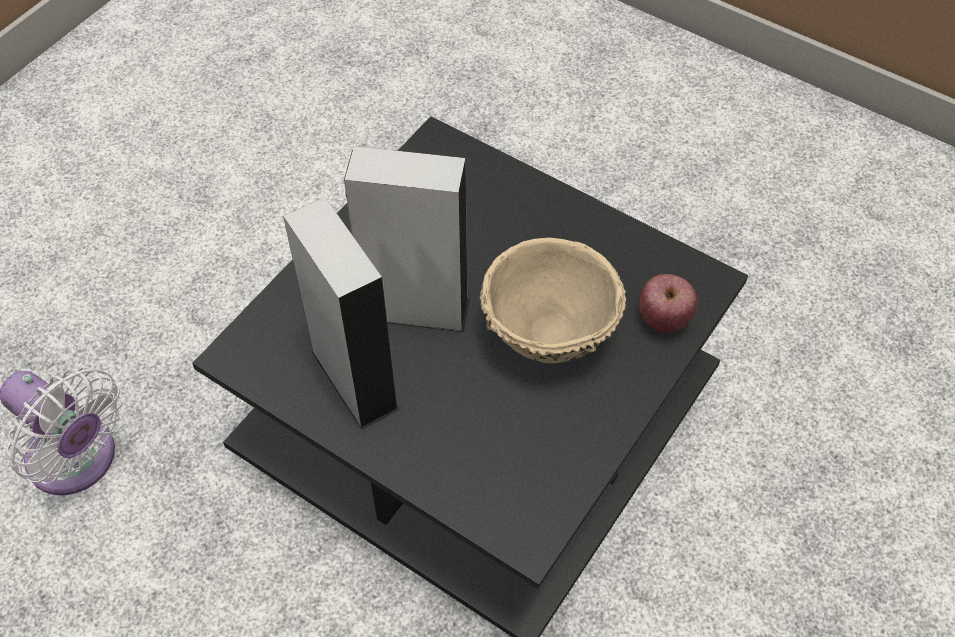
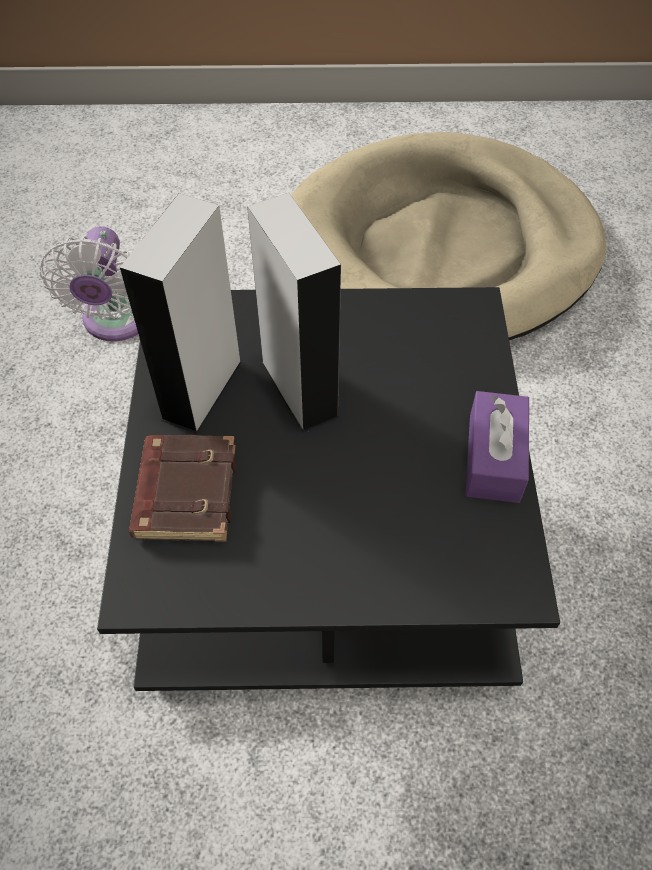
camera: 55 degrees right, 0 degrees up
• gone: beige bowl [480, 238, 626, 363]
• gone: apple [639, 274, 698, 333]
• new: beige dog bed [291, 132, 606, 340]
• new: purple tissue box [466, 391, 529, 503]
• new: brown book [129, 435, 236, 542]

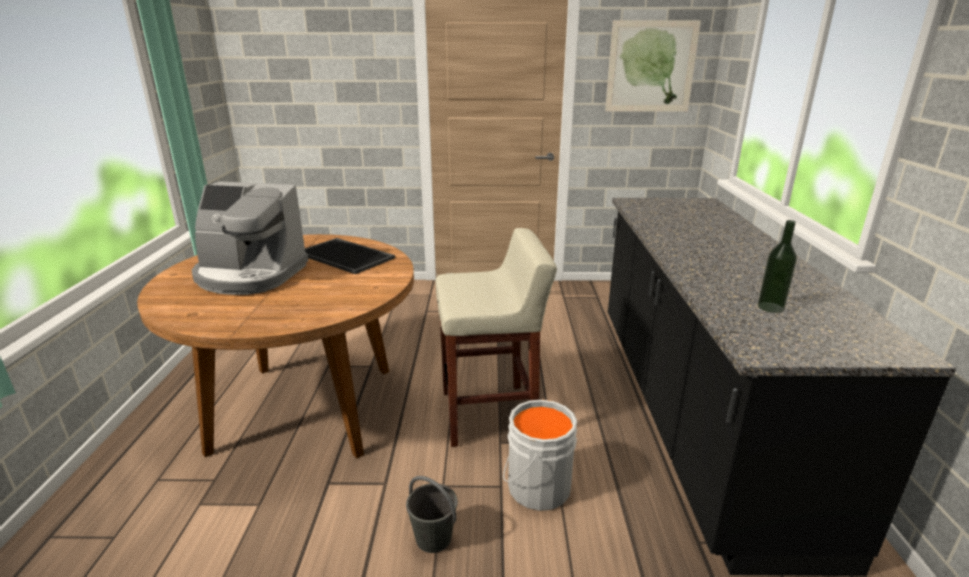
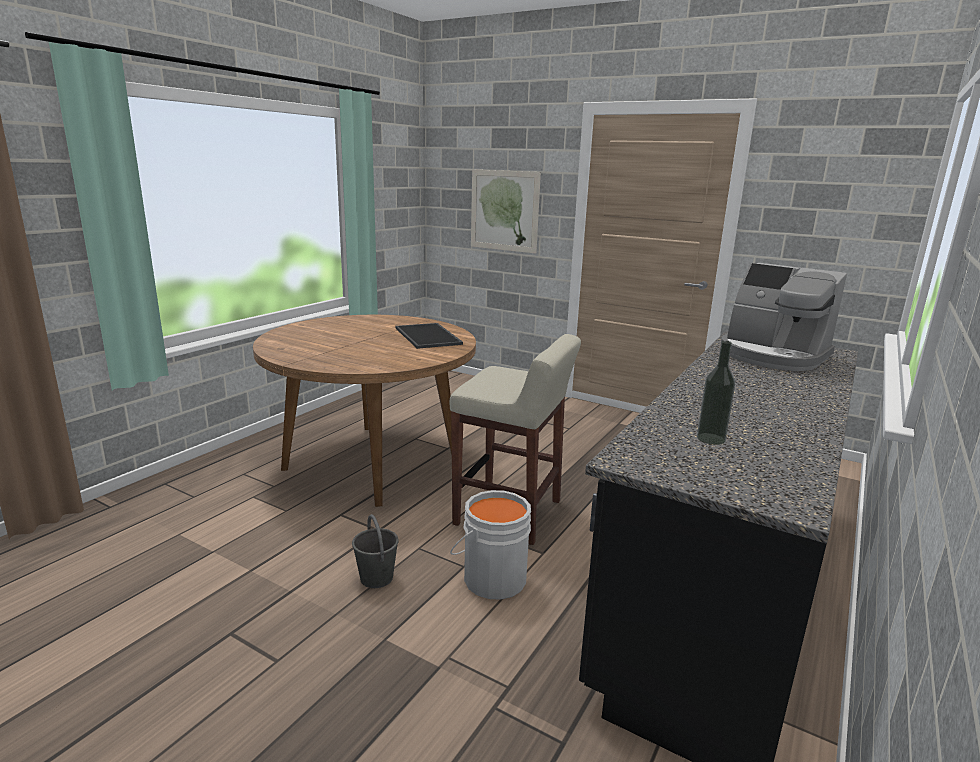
camera: 30 degrees right, 5 degrees down
• shifted: picture [605, 20, 701, 112] to [471, 170, 541, 254]
• shifted: coffee machine [192, 182, 309, 295] to [721, 263, 847, 371]

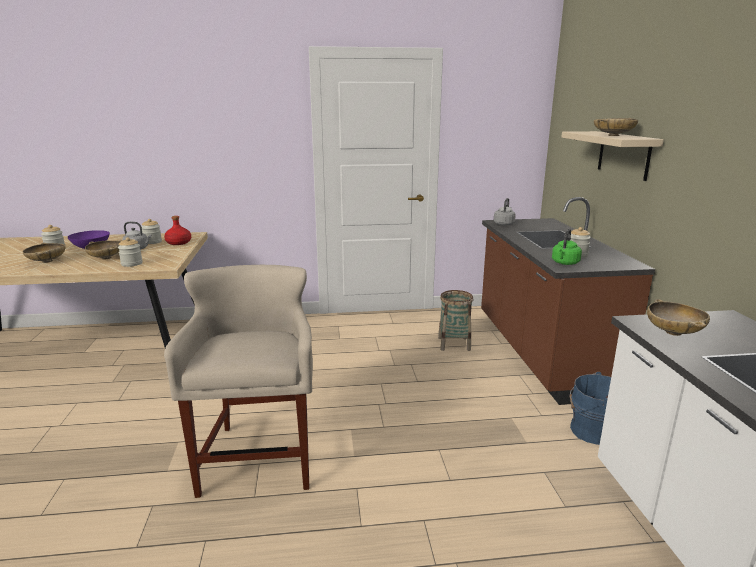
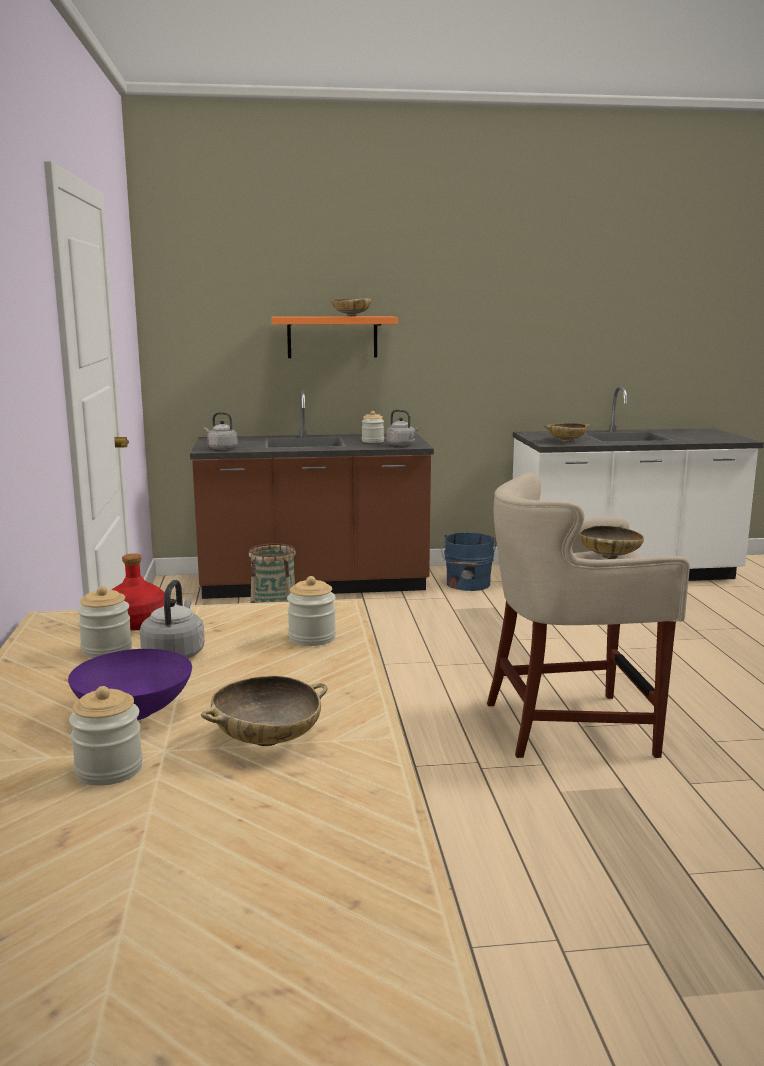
camera: 90 degrees left, 5 degrees down
• repainted: beige shelf [561, 131, 664, 181] to orange shelf [271, 316, 398, 358]
• repainted: green kettle [552, 229, 582, 265] to grey kettle [387, 409, 420, 446]
• shifted: beige bowl [85, 240, 121, 259] to [579, 525, 644, 559]

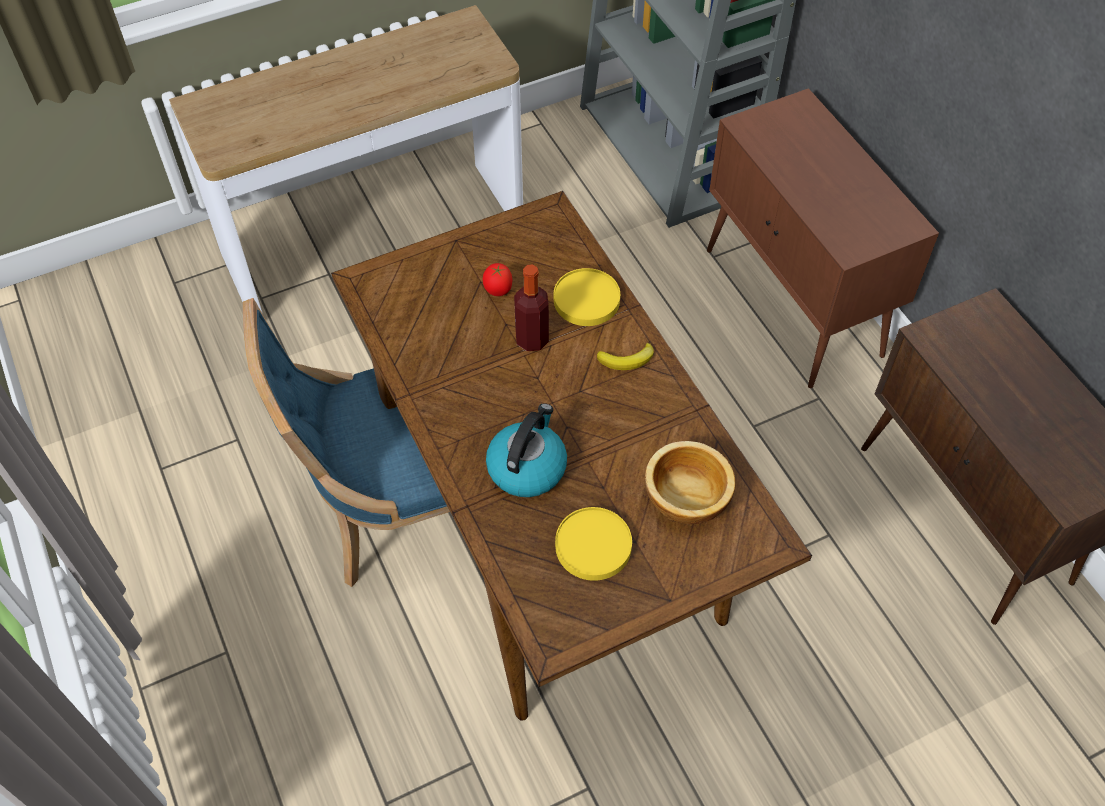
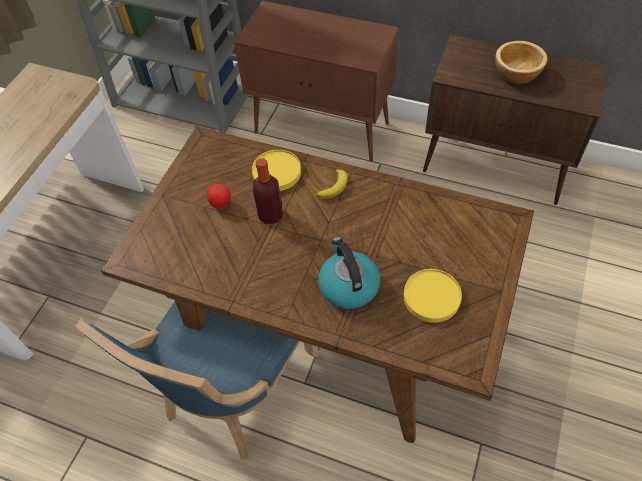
camera: 40 degrees left, 0 degrees up
• shifted: bowl [645, 441, 736, 524] to [495, 41, 548, 84]

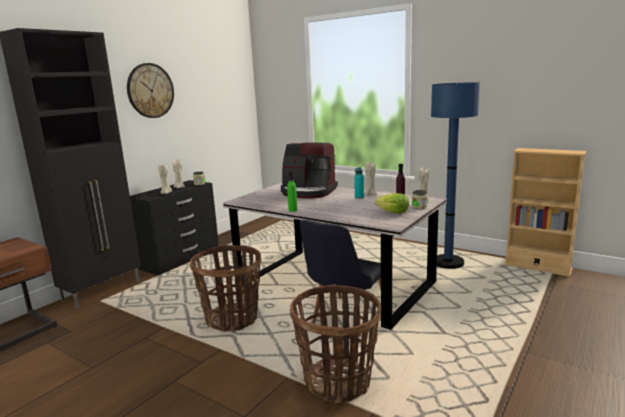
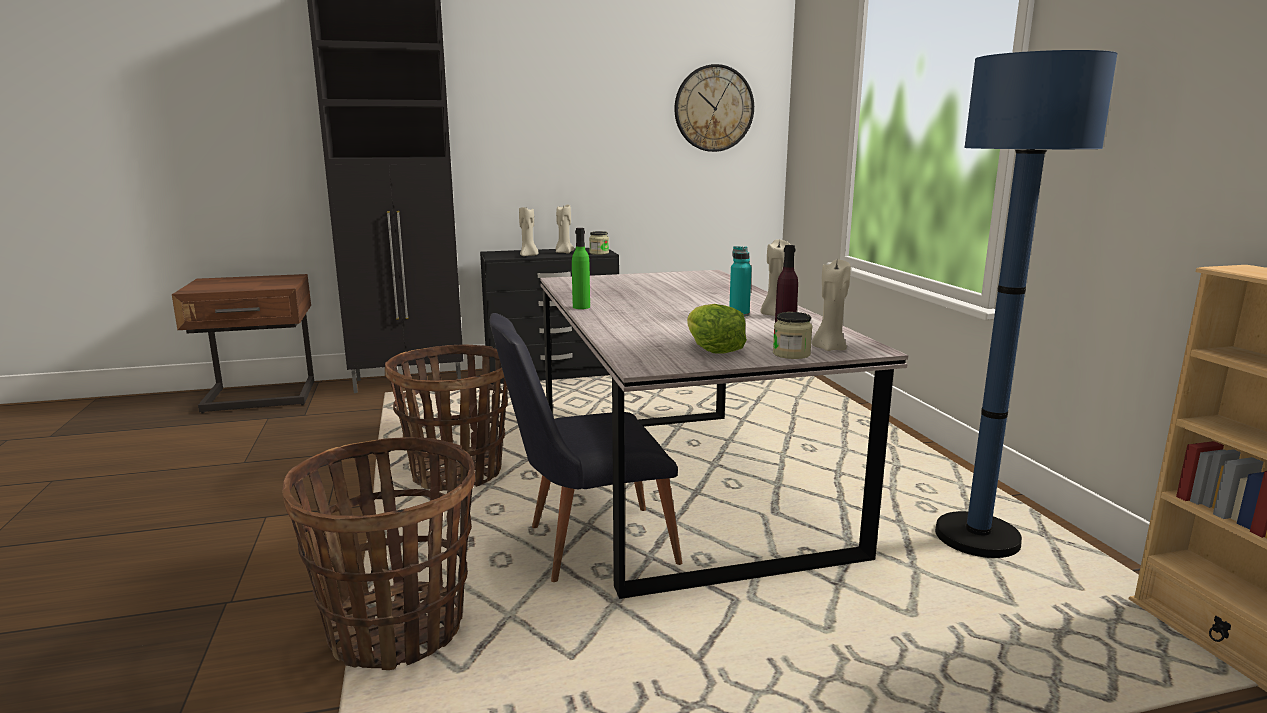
camera: 40 degrees right, 0 degrees up
• shifted: wall clock [127, 63, 174, 118] to [675, 64, 754, 152]
• gone: coffee machine [281, 143, 338, 198]

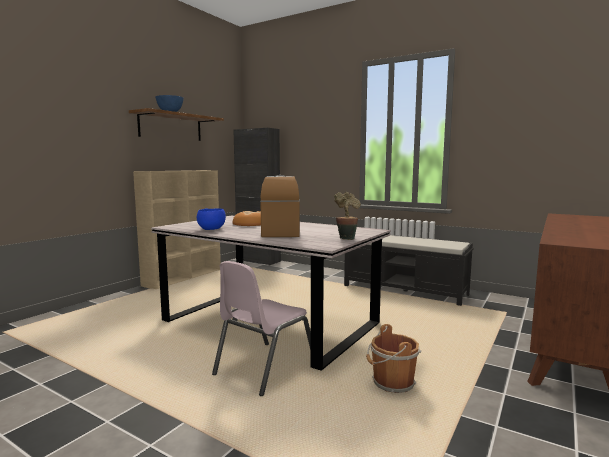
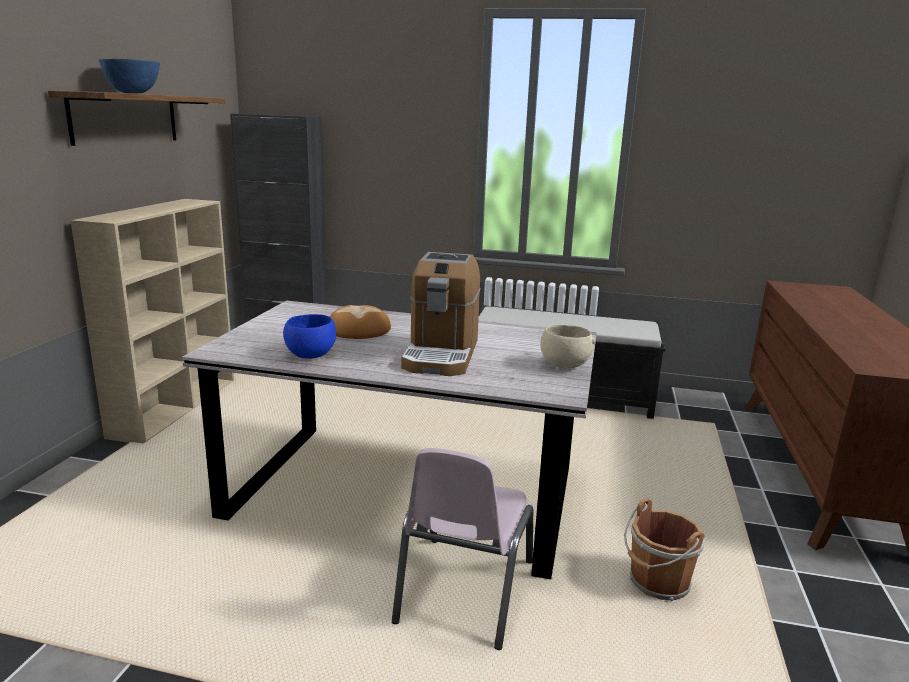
camera: 20 degrees left, 10 degrees up
• rotated: coffee machine [260, 175, 300, 237] = [401, 252, 480, 376] 150 degrees counterclockwise
• swapped: potted plant [334, 192, 361, 240] to beige bowl [540, 325, 595, 369]

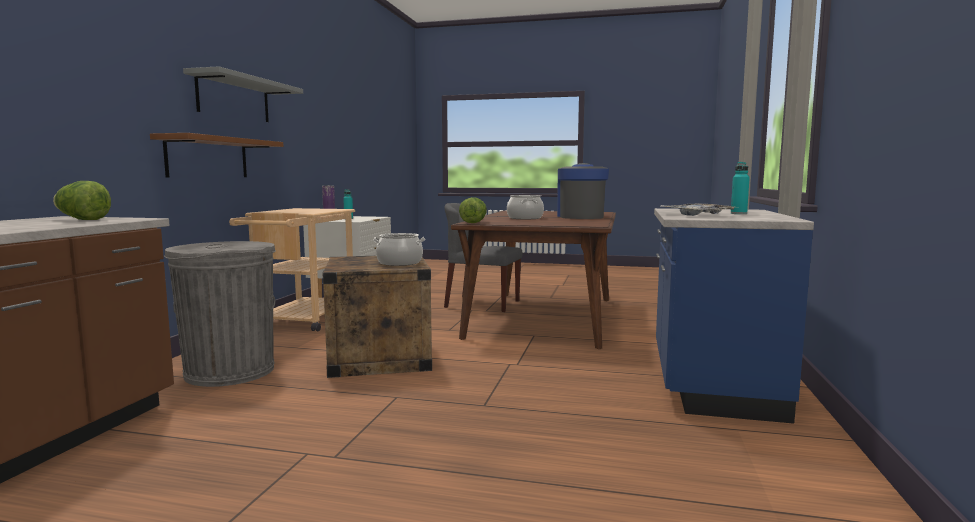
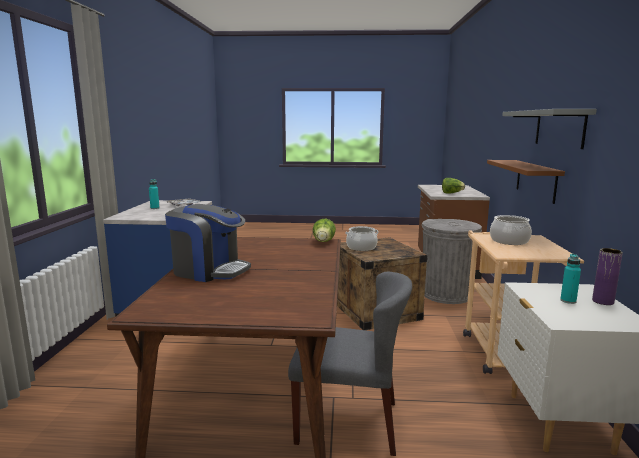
camera: 170 degrees right, 5 degrees up
• rotated: coffee machine [557, 163, 609, 219] = [165, 204, 251, 282] 60 degrees counterclockwise
• shifted: cooking pot [507, 195, 544, 219] to [490, 215, 532, 245]

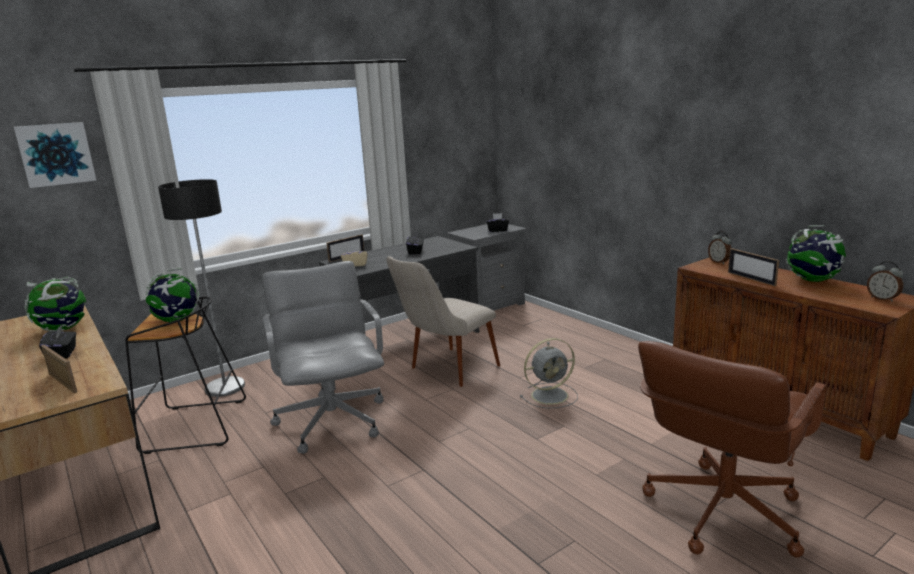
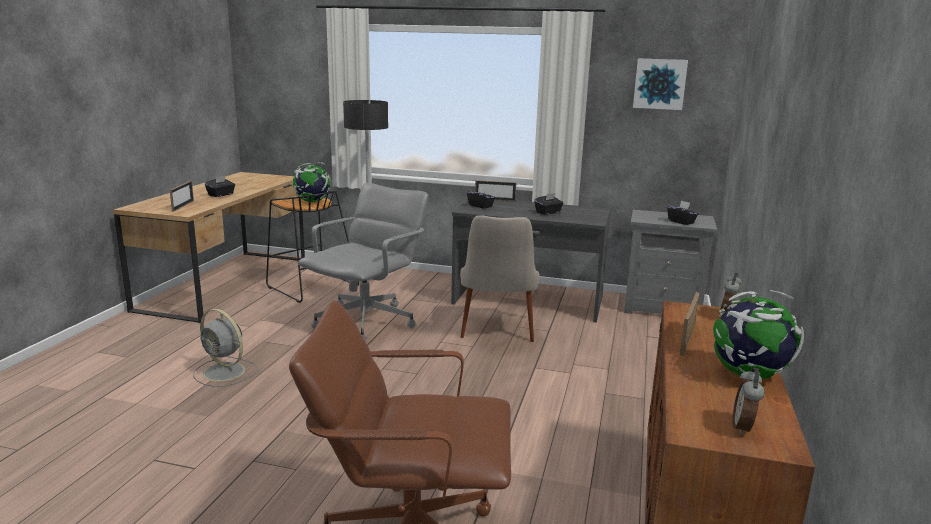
camera: 50 degrees right, 0 degrees up
• shifted: picture [14, 122, 96, 188] to [633, 58, 688, 110]
• repainted: beige tissue box [341, 244, 368, 266] to black tissue box [467, 186, 495, 209]
• rotated: beige chair [387, 256, 500, 387] = [460, 215, 540, 342] 90 degrees counterclockwise
• gone: globe [24, 277, 86, 331]
• shifted: grey fan [520, 338, 578, 408] to [193, 309, 258, 387]

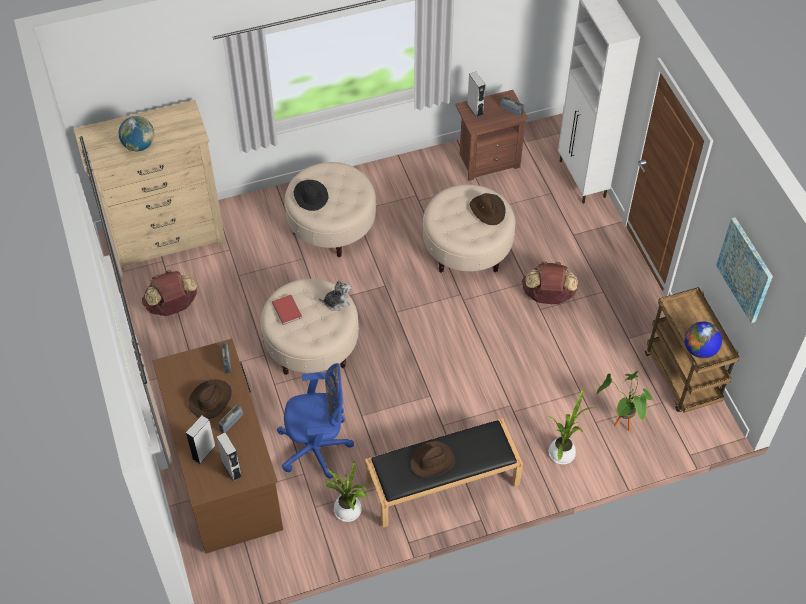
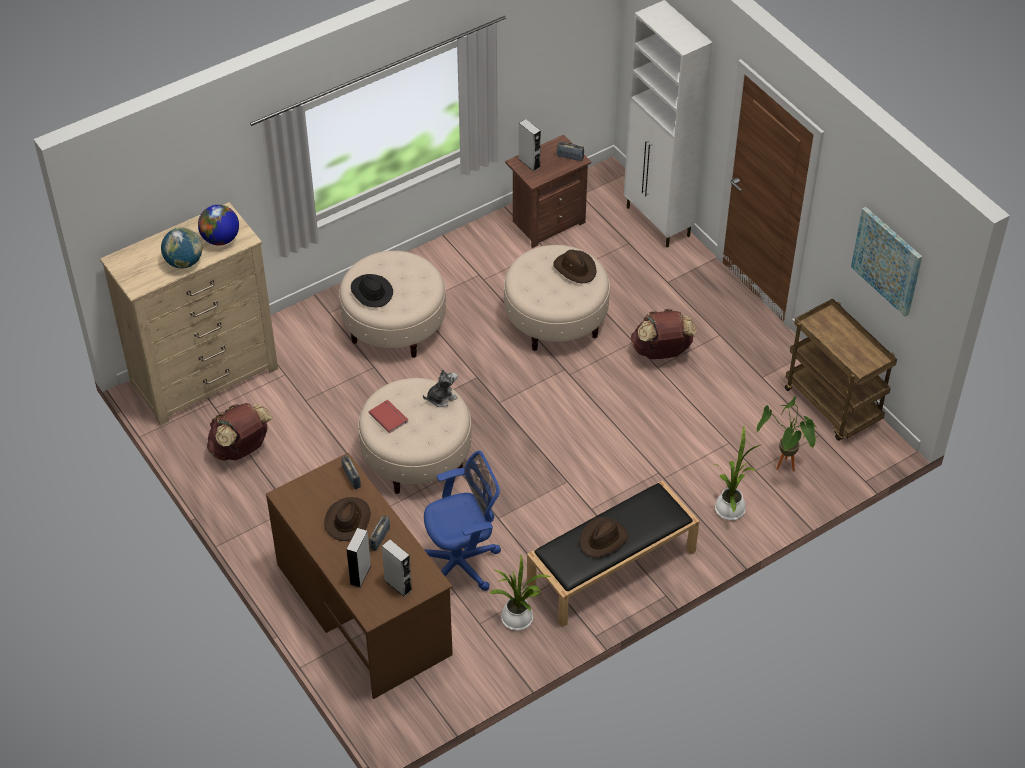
camera: 15 degrees left, 5 degrees down
• shifted: globe [685, 322, 722, 358] to [198, 205, 239, 245]

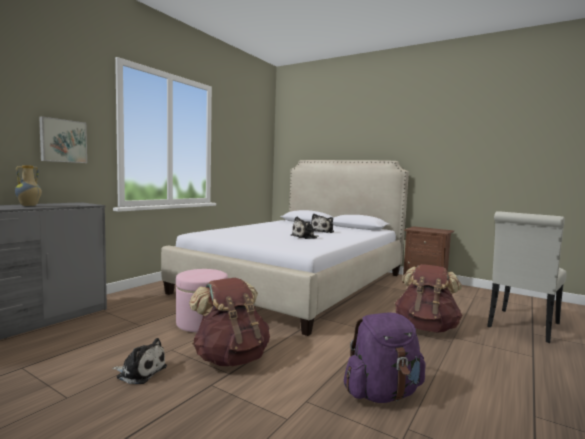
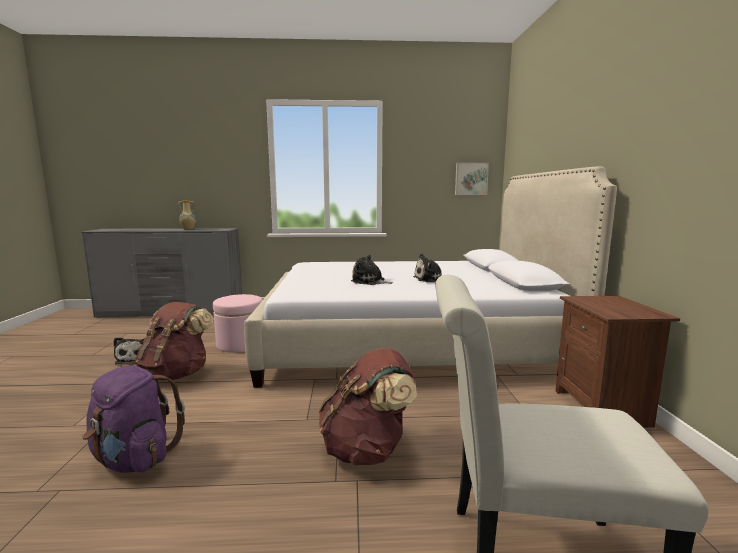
camera: 55 degrees right, 5 degrees up
• shifted: picture [39, 116, 87, 163] to [455, 163, 489, 195]

